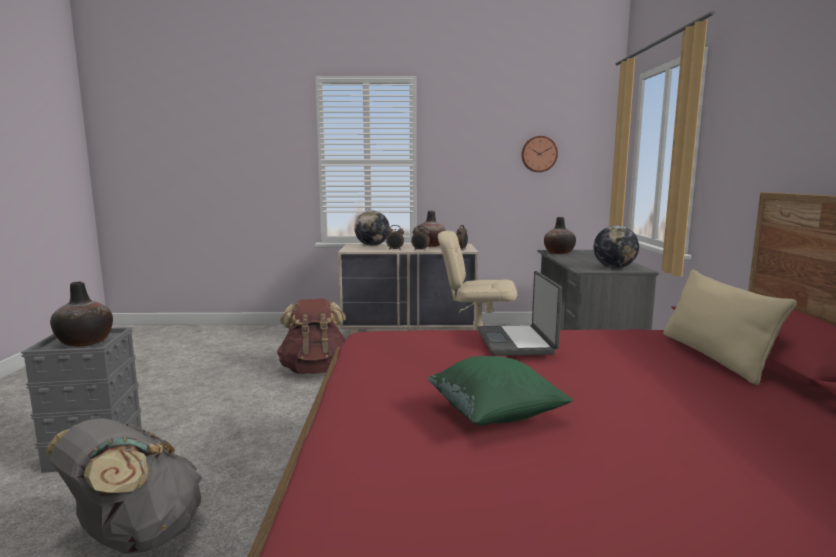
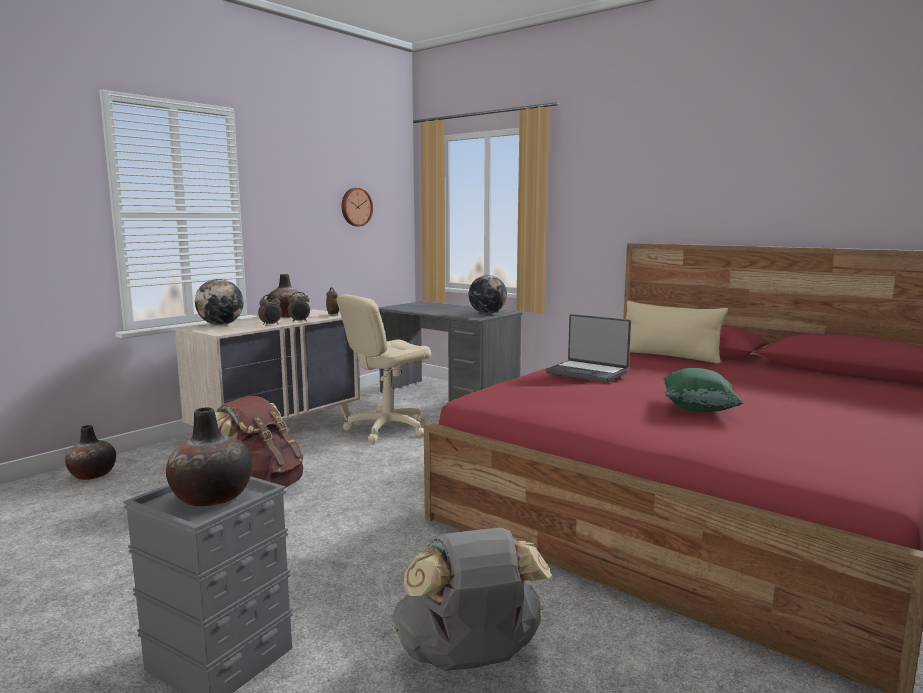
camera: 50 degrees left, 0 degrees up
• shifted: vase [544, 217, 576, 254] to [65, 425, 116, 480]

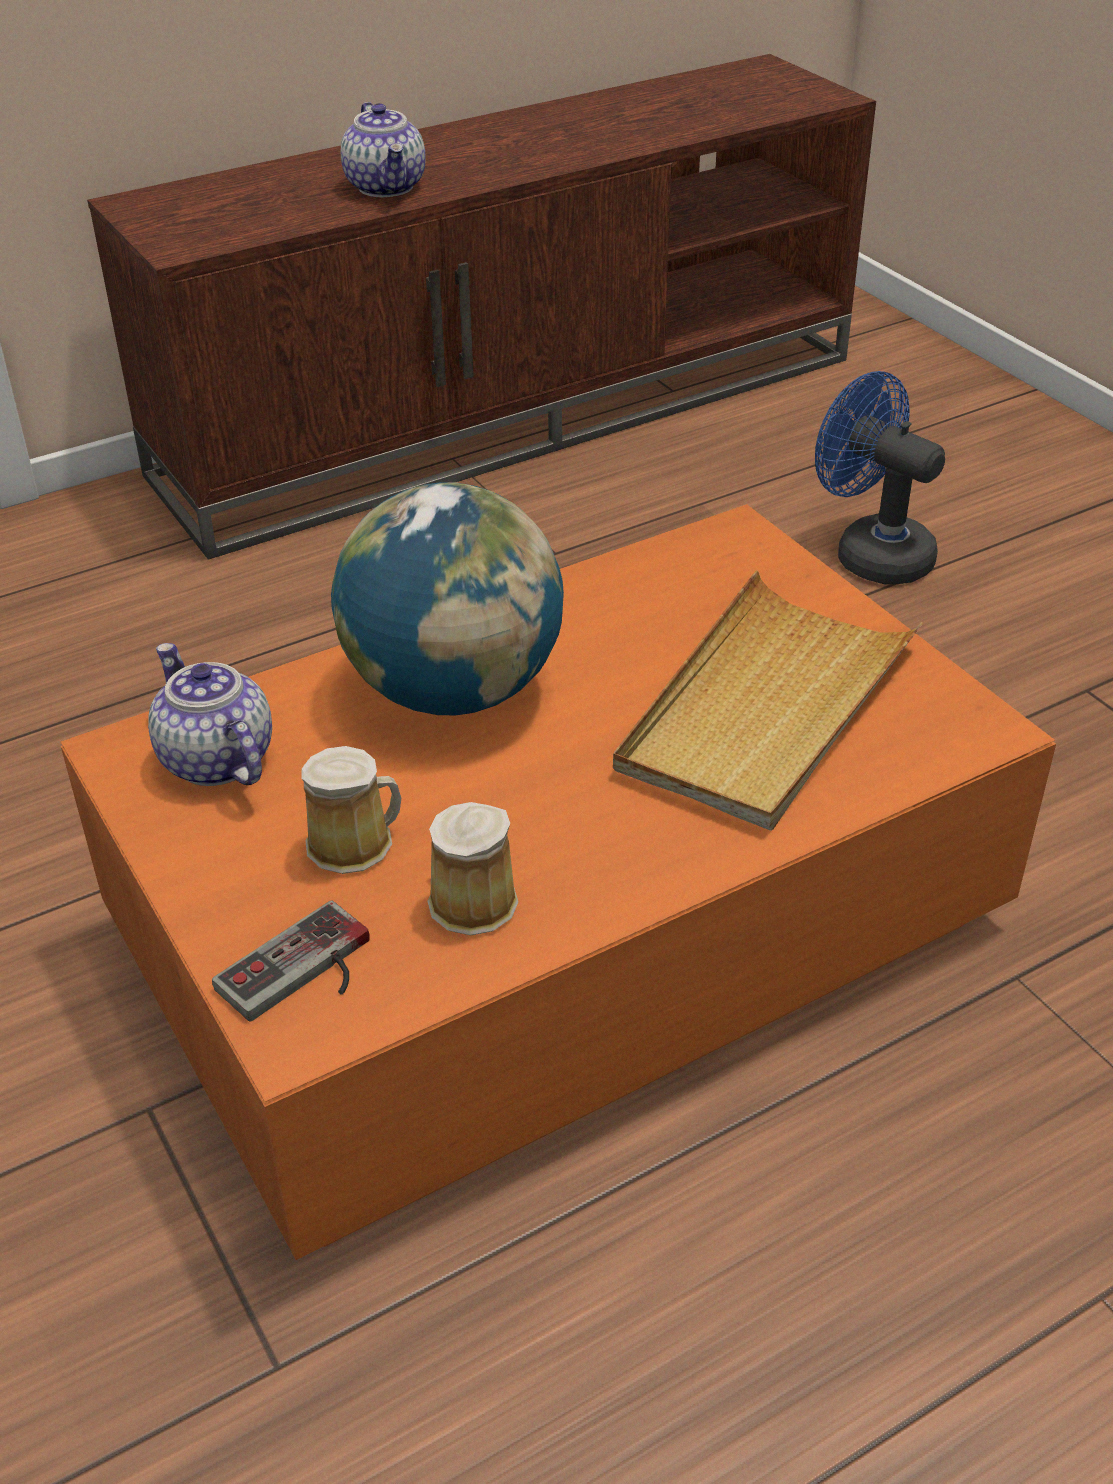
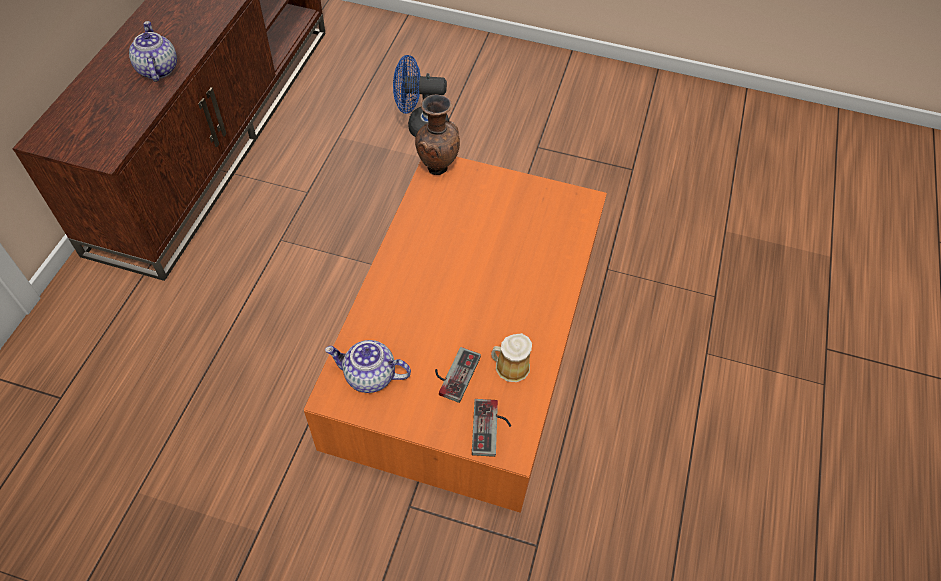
camera: 45 degrees left, 15 degrees up
• rotated: teapot [341, 102, 426, 197] = [129, 21, 177, 82] 135 degrees counterclockwise
• gone: globe [331, 482, 564, 715]
• gone: beige tray [613, 570, 923, 831]
• swapped: mug [301, 746, 401, 874] to game controller [435, 347, 481, 403]
• new: brown vase [415, 95, 460, 175]

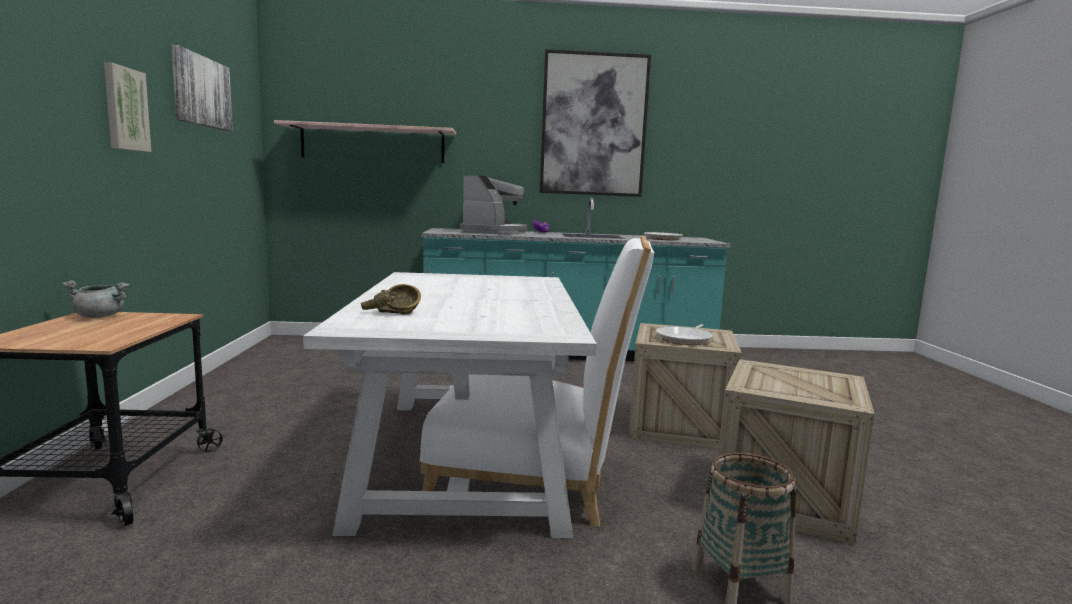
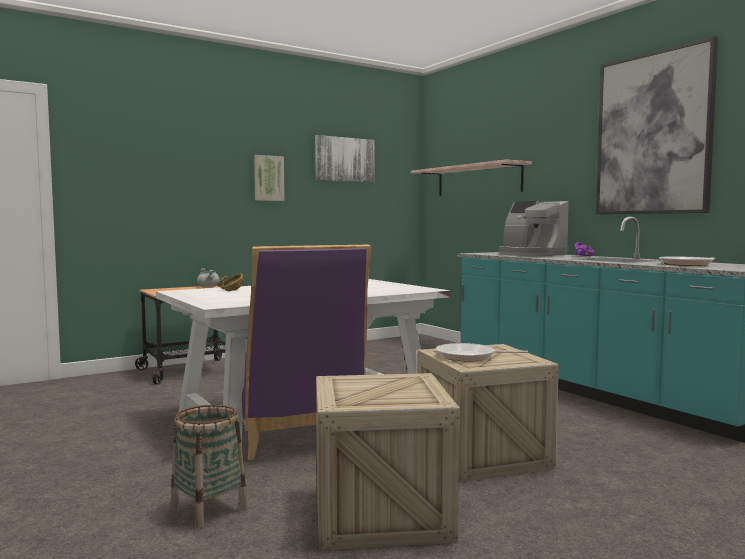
camera: 60 degrees right, 5 degrees down
• rotated: coffee machine [460, 175, 528, 234] = [499, 201, 569, 256] 60 degrees clockwise
• repainted: white chair [420, 236, 654, 527] to purple chair [242, 245, 371, 460]

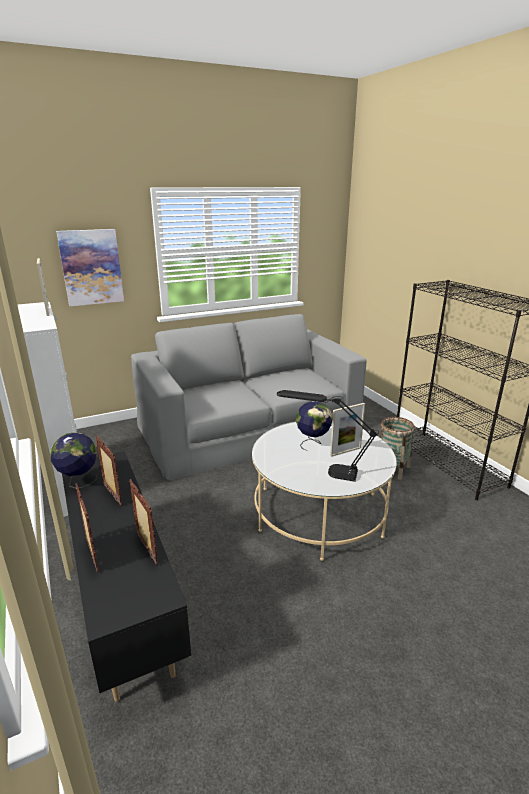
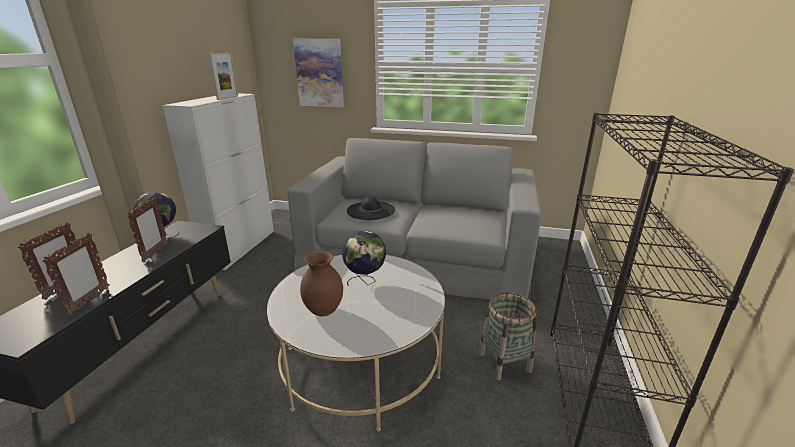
camera: 40 degrees right, 0 degrees up
• swapped: black table lamp [277, 390, 379, 482] to brown vase [300, 251, 343, 316]
• gone: picture frame [330, 403, 365, 457]
• new: black hat [347, 197, 395, 220]

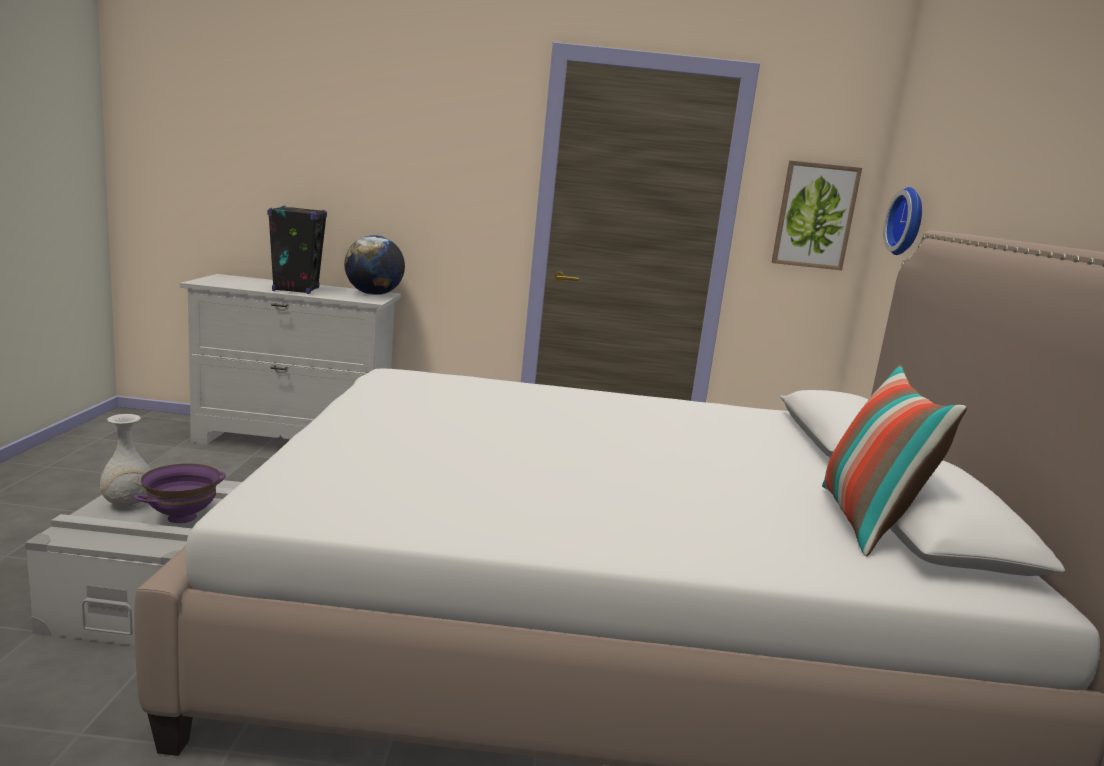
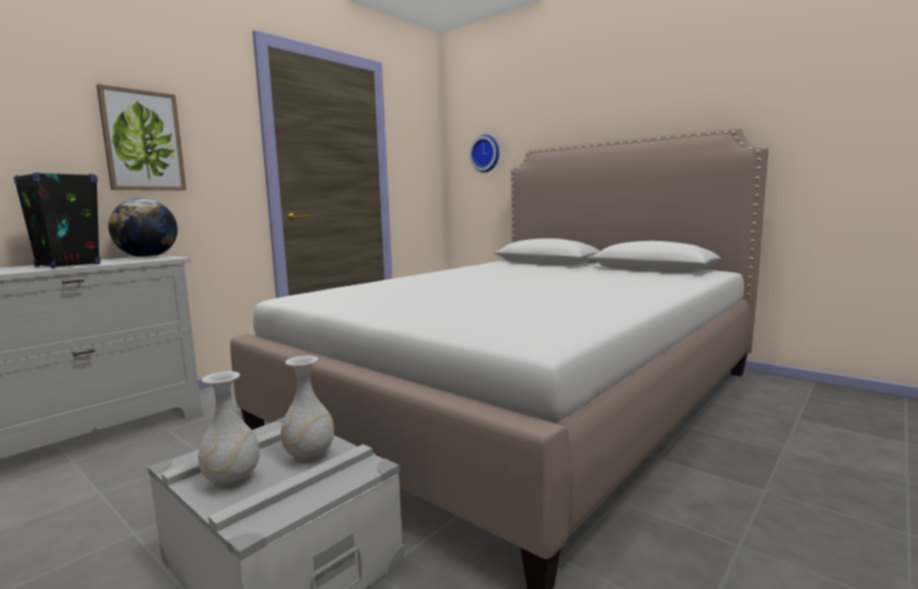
camera: 50 degrees left, 5 degrees down
• shifted: picture [772, 161, 862, 270] to [96, 84, 186, 190]
• gone: pillow [822, 365, 967, 557]
• swapped: purple bowl [133, 463, 226, 523] to white vase [281, 355, 334, 464]

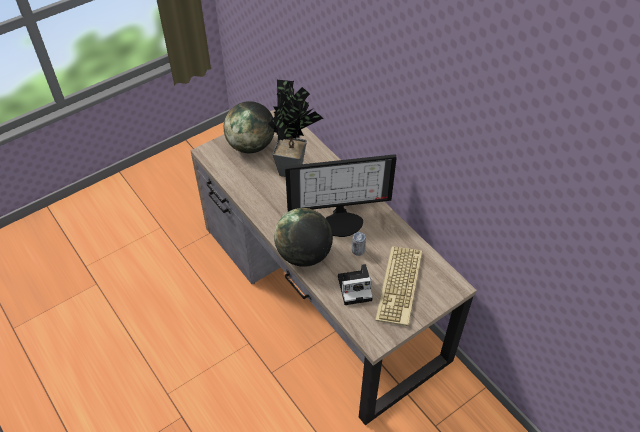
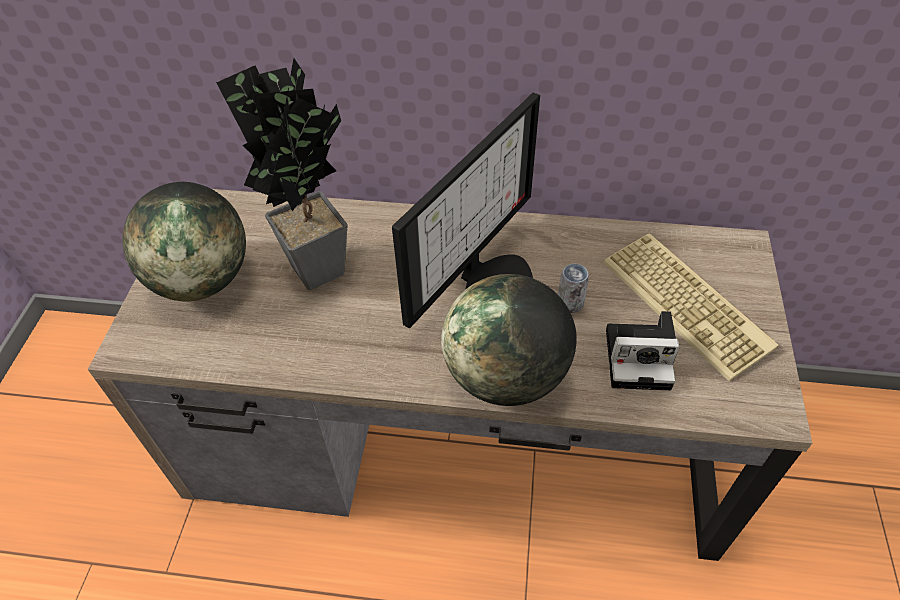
camera: 45 degrees left, 0 degrees up
• rotated: photo camera [338, 264, 373, 305] = [606, 311, 680, 390] 60 degrees clockwise

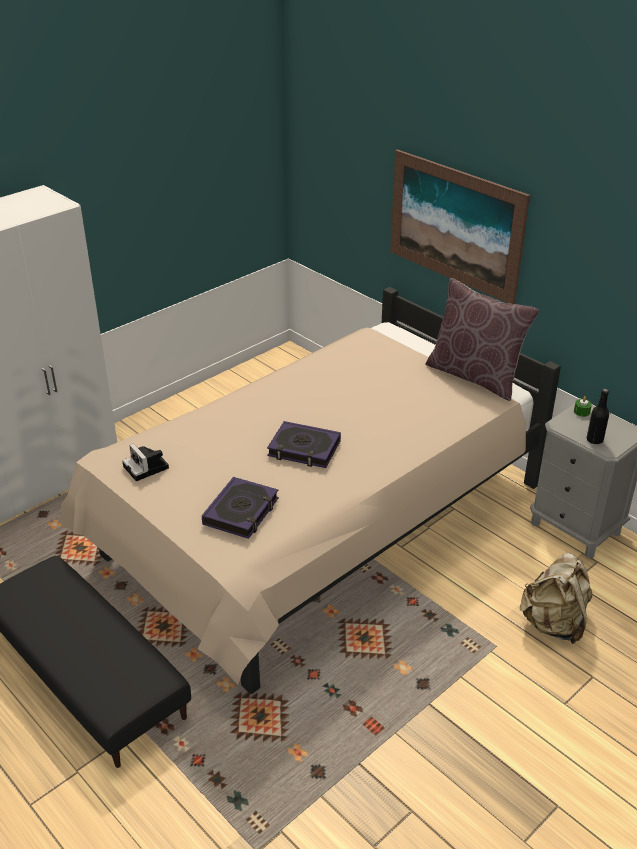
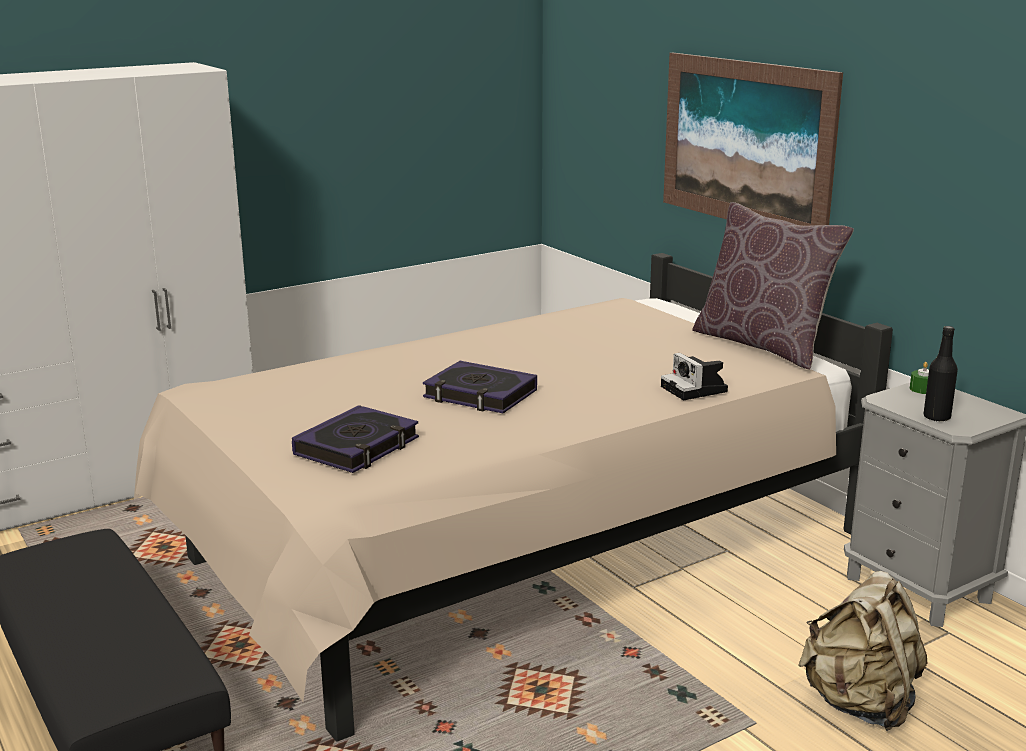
camera: 10 degrees right, 15 degrees down
• shifted: photo camera [122, 443, 169, 481] to [661, 353, 728, 400]

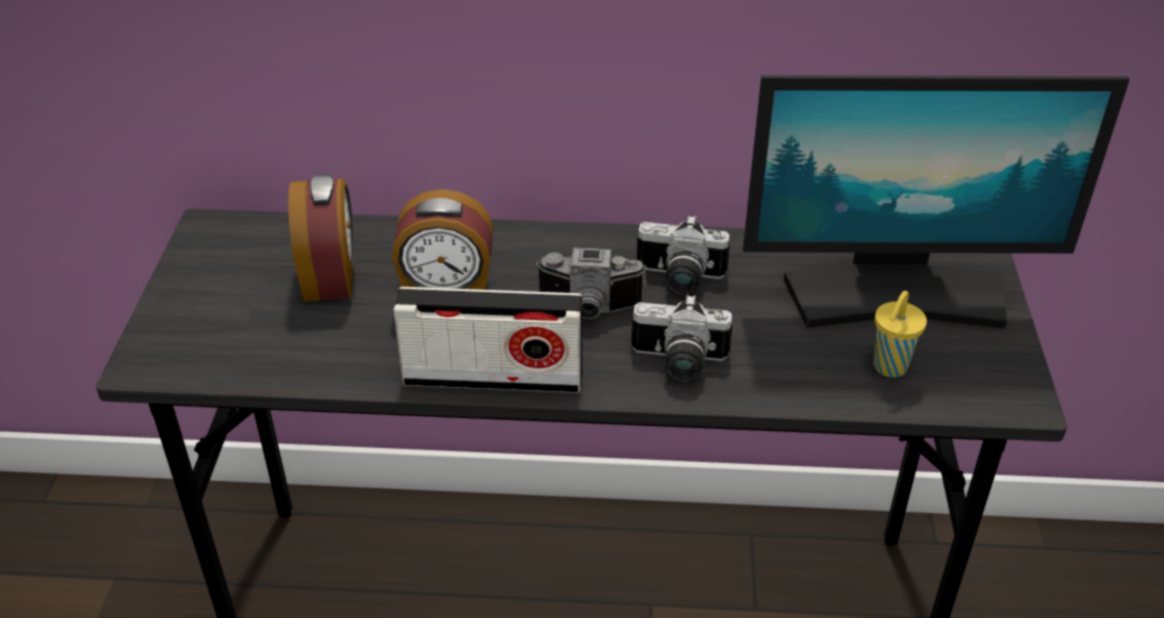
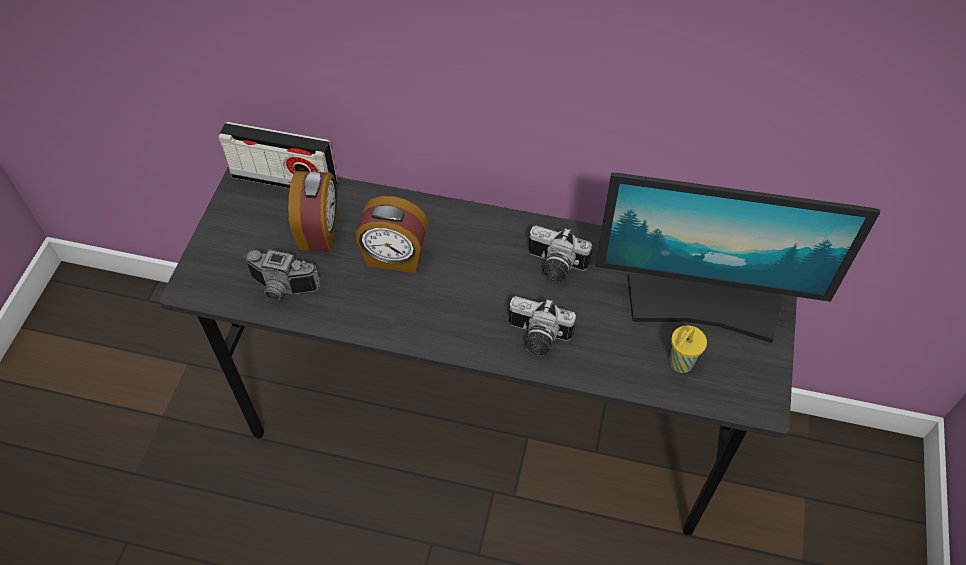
camera: 10 degrees right, 15 degrees up
• shifted: photo camera [536, 248, 648, 319] to [244, 249, 320, 300]
• shifted: radio [394, 287, 582, 393] to [218, 122, 337, 189]

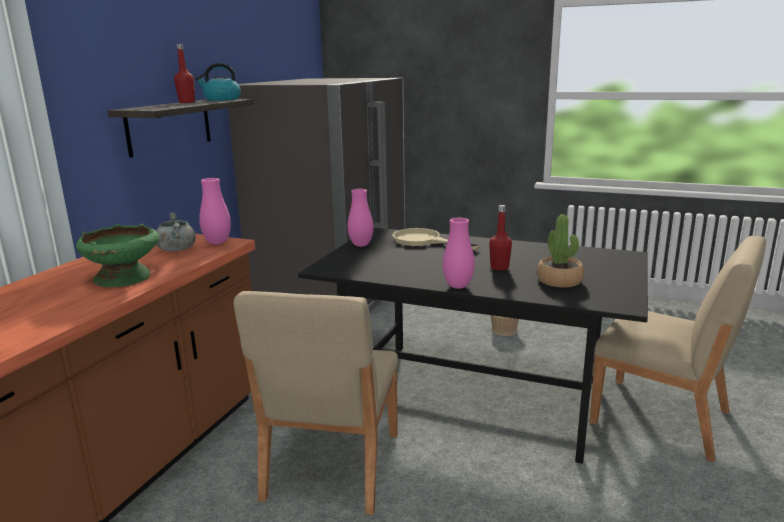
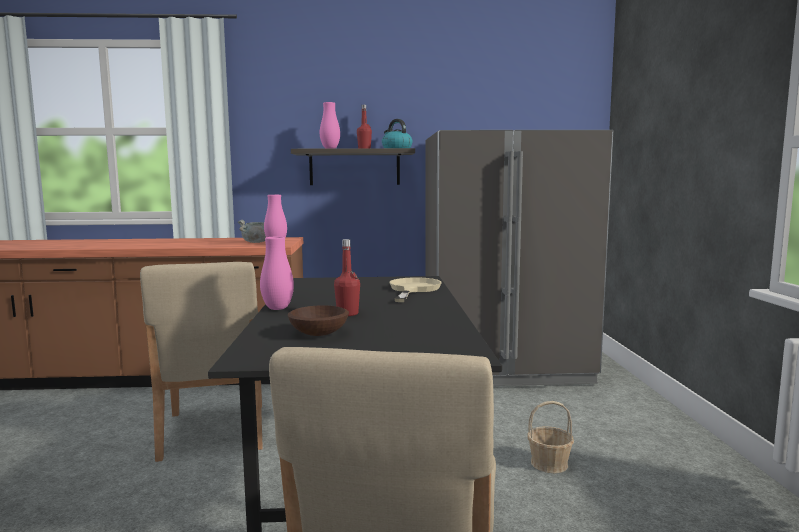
camera: 65 degrees right, 10 degrees down
• shifted: pink vase [347, 189, 374, 247] to [320, 102, 340, 149]
• swapped: potted plant [537, 214, 584, 288] to brown bowl [288, 305, 349, 336]
• gone: green bowl [76, 224, 159, 287]
• rotated: beige chair [234, 291, 398, 515] = [140, 262, 263, 462] 90 degrees counterclockwise

